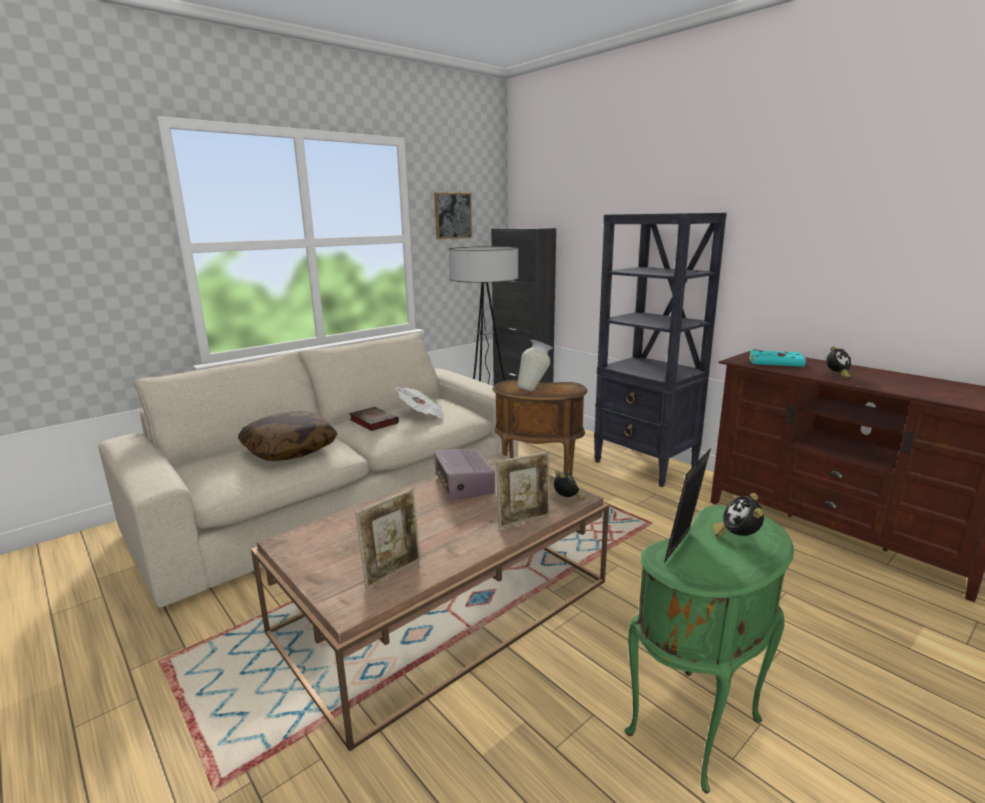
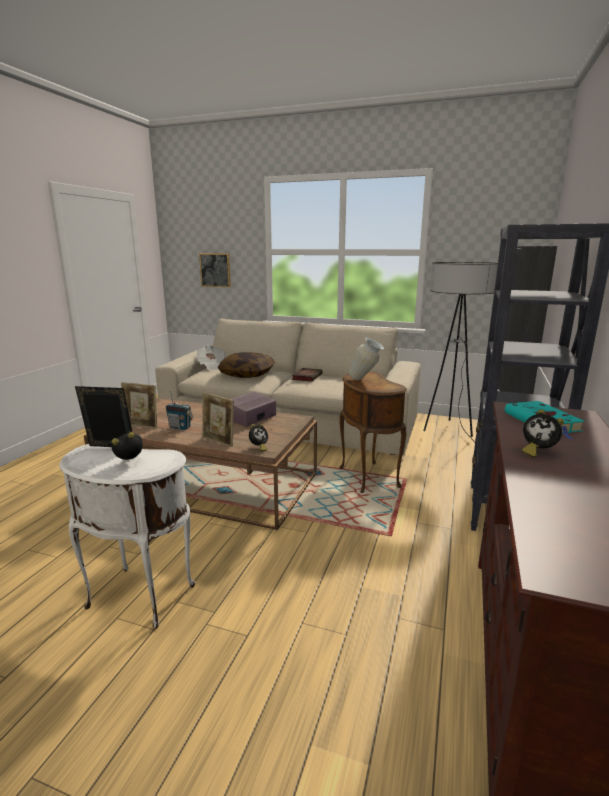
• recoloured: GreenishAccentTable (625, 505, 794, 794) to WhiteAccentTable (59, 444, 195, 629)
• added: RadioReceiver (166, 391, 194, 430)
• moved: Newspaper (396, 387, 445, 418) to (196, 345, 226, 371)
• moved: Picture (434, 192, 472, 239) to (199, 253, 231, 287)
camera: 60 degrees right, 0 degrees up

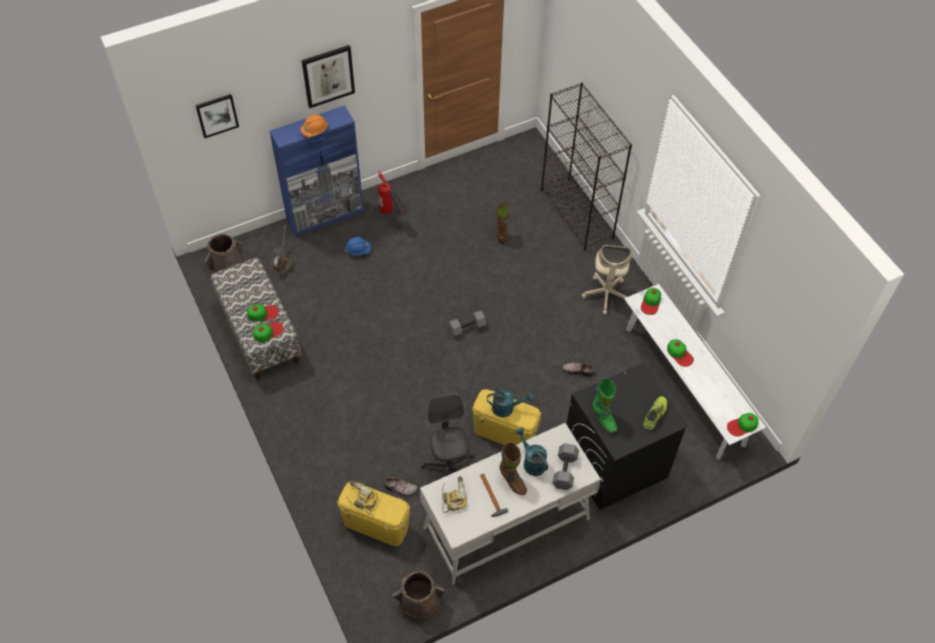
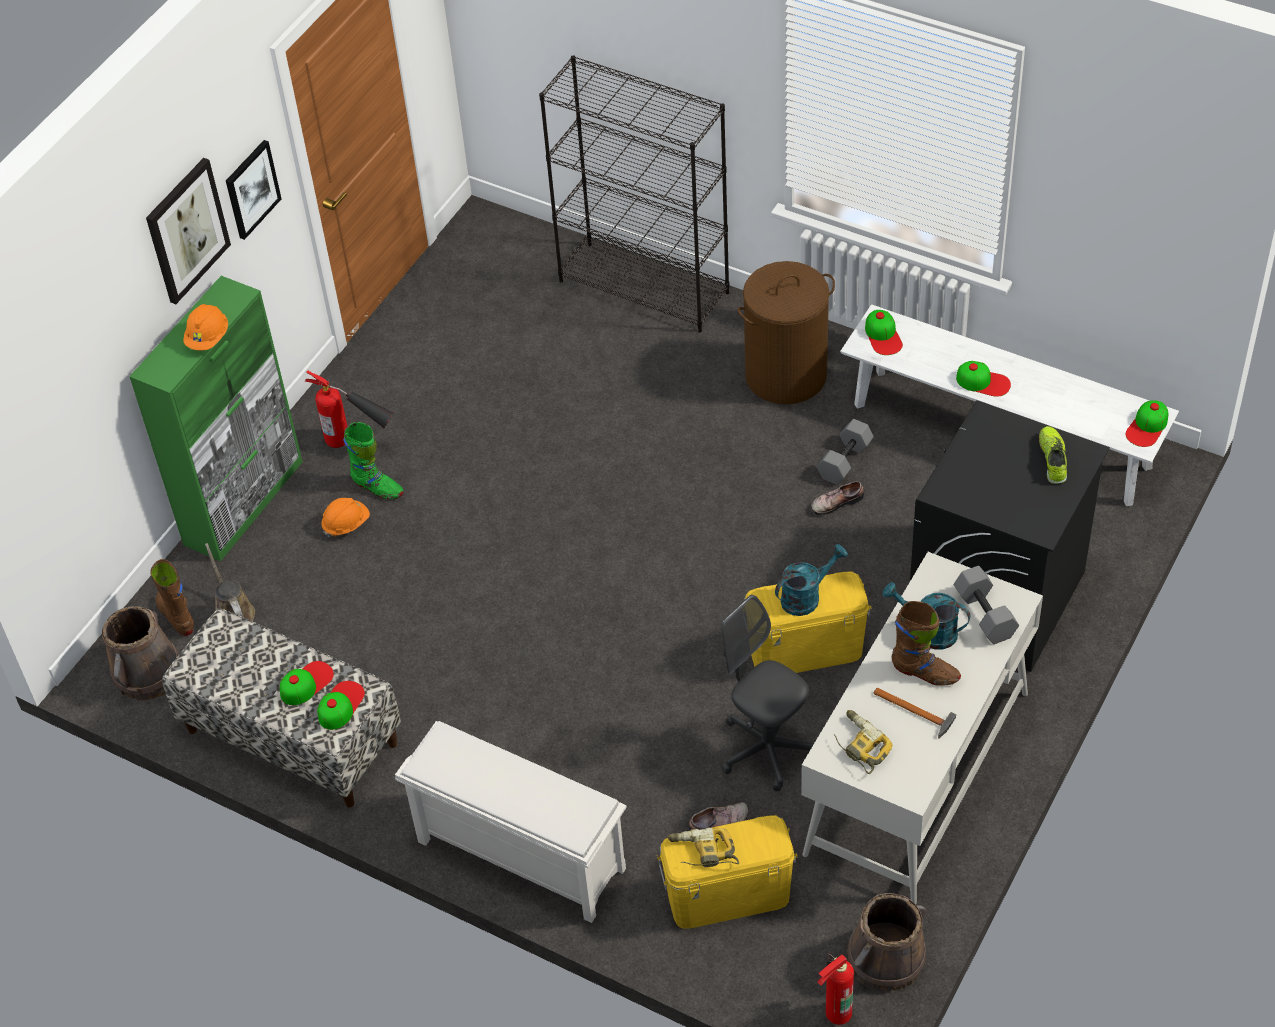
• recoloured: BlueColouredCupboard (270, 105, 364, 237) to GreenishCupboard (129, 276, 303, 561)
• moved: BrownColouredTallBoot (496, 203, 509, 244) to (150, 559, 194, 636)
• moved: Picture (195, 94, 239, 138) to (226, 140, 282, 240)
• recoloured: BlueColouredWorkHelmet (345, 237, 371, 255) to OrangeWorkHelmet (321, 498, 370, 537)
• moved: GreenishTallBoot (593, 379, 617, 433) to (343, 422, 404, 499)
• added: WhiteShoeStand (395, 721, 627, 923)
• replaced: SandColouredComputerChair (582, 245, 632, 314) to BrownColouredHamper (738, 261, 835, 404)
• moved: GreyishDumbbell (448, 311, 486, 337) to (817, 419, 874, 485)
• added: Extinguisher (817, 953, 854, 1025)
camera: 30 degrees left, 5 degrees down

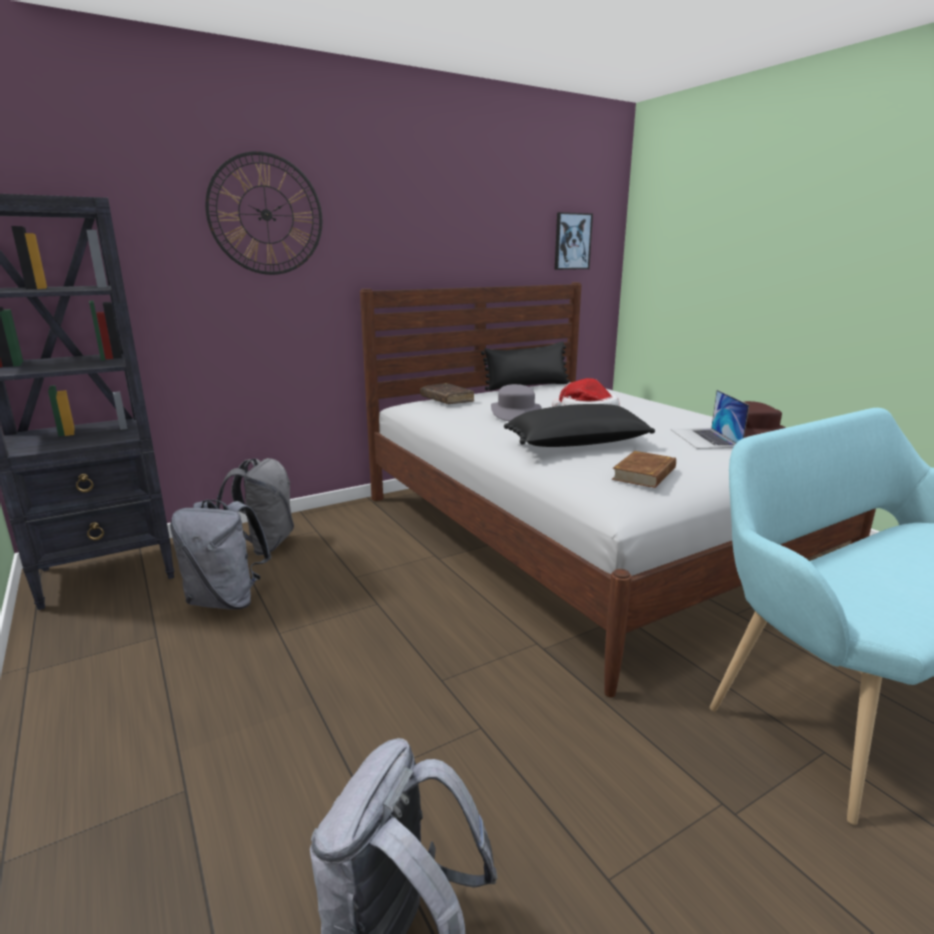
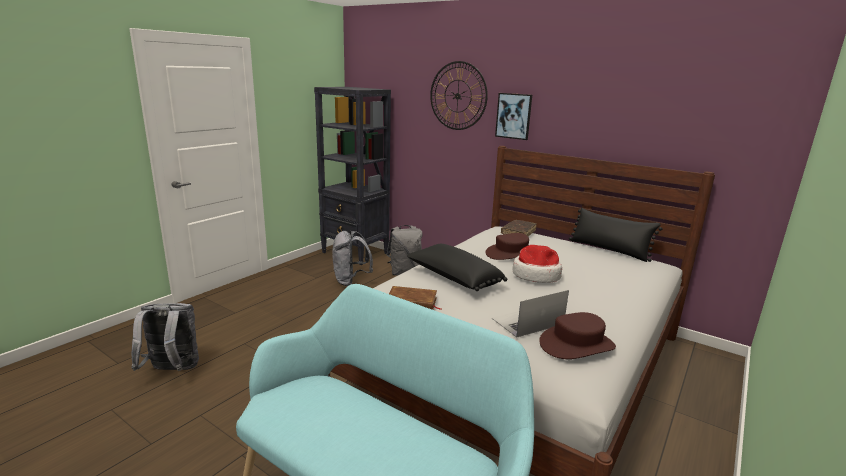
• recoloured: GreyishClothingHat (491, 384, 542, 421) to BrownColouredClothingHat (486, 233, 529, 260)
• moved: Picture (555, 212, 593, 270) to (495, 93, 532, 140)
camera: 65 degrees right, 0 degrees up

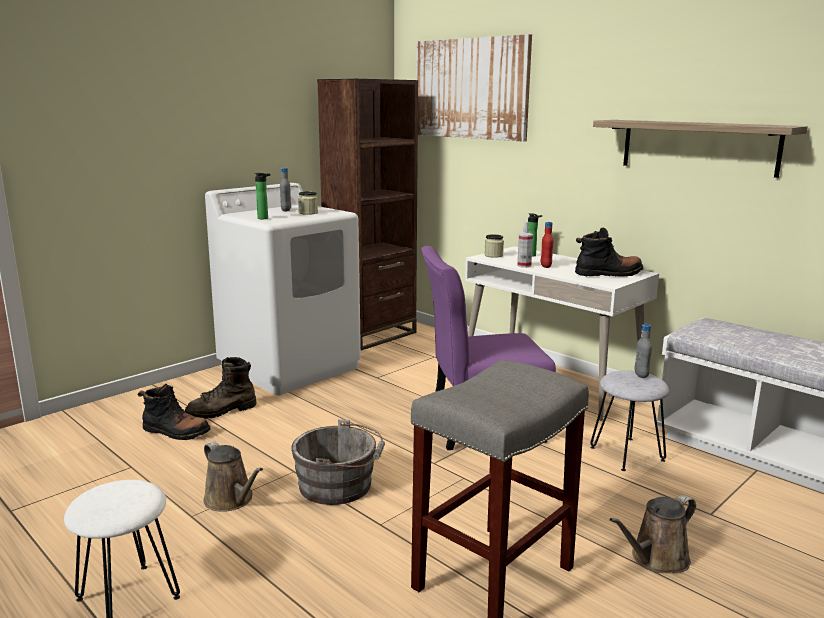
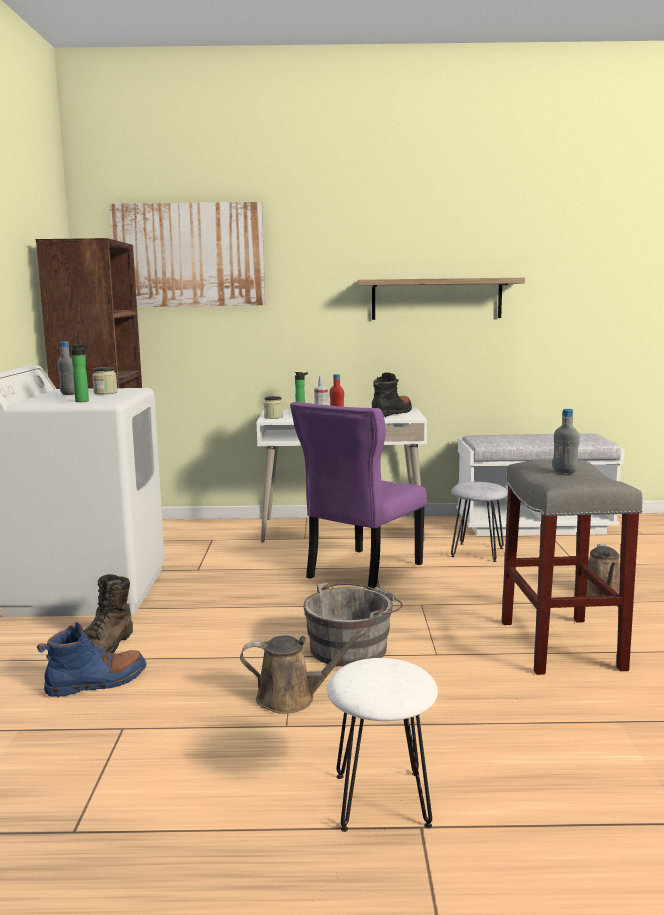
• recoloured: BlackishTallBoot (137, 384, 211, 440) to BlueColouredTallBoot (37, 622, 146, 698)
• moved: GreyishBottle (634, 324, 652, 378) to (553, 409, 580, 473)
camera: 45 degrees left, 5 degrees down

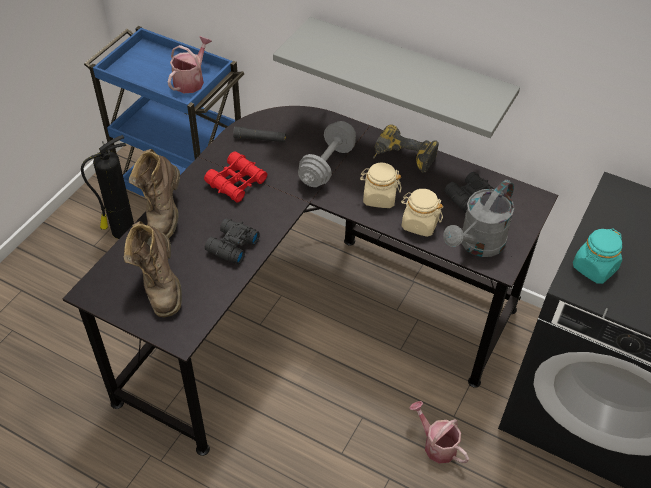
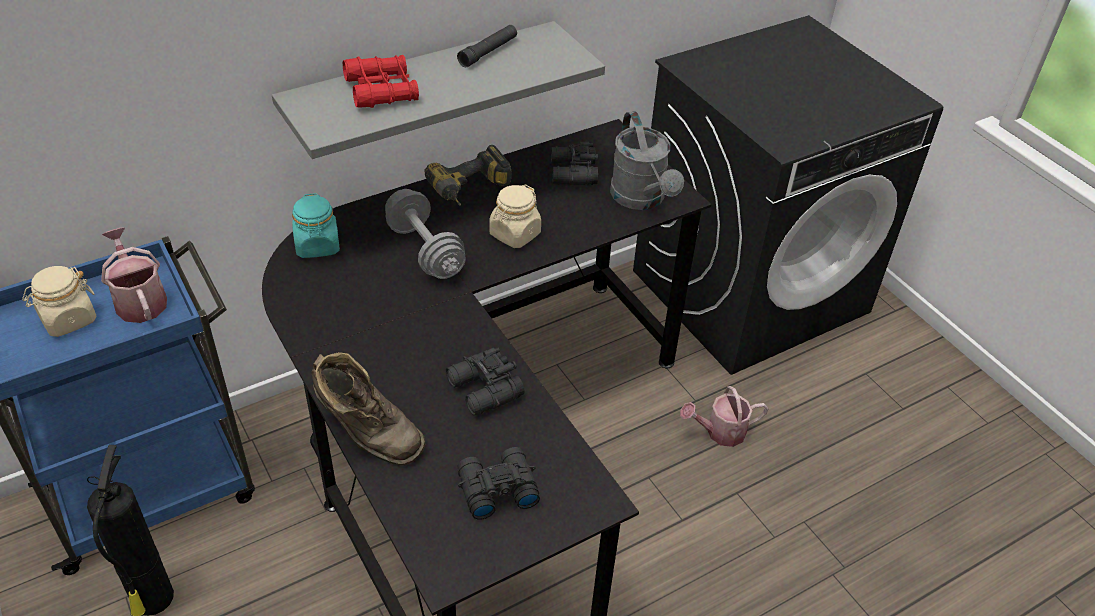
• moved: SandColouredStorageJar (401, 189, 443, 237) to (22, 266, 97, 337)
• moved: BlueGreenStorageJar (573, 228, 622, 284) to (292, 193, 340, 258)
• moved: ReddishPairOfBinoculars (204, 151, 267, 203) to (343, 55, 419, 108)
• moved: BlackishFlashlight (233, 126, 286, 142) to (457, 25, 517, 67)
• replaced: BrownColouredTallBoot (123, 221, 182, 317) to BlackishPairOfBinoculars (458, 447, 540, 520)
camera: 60 degrees left, 5 degrees down

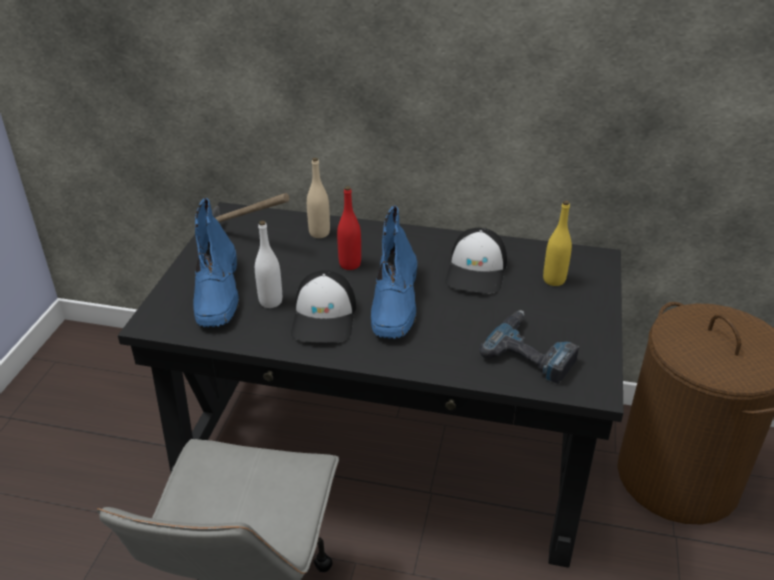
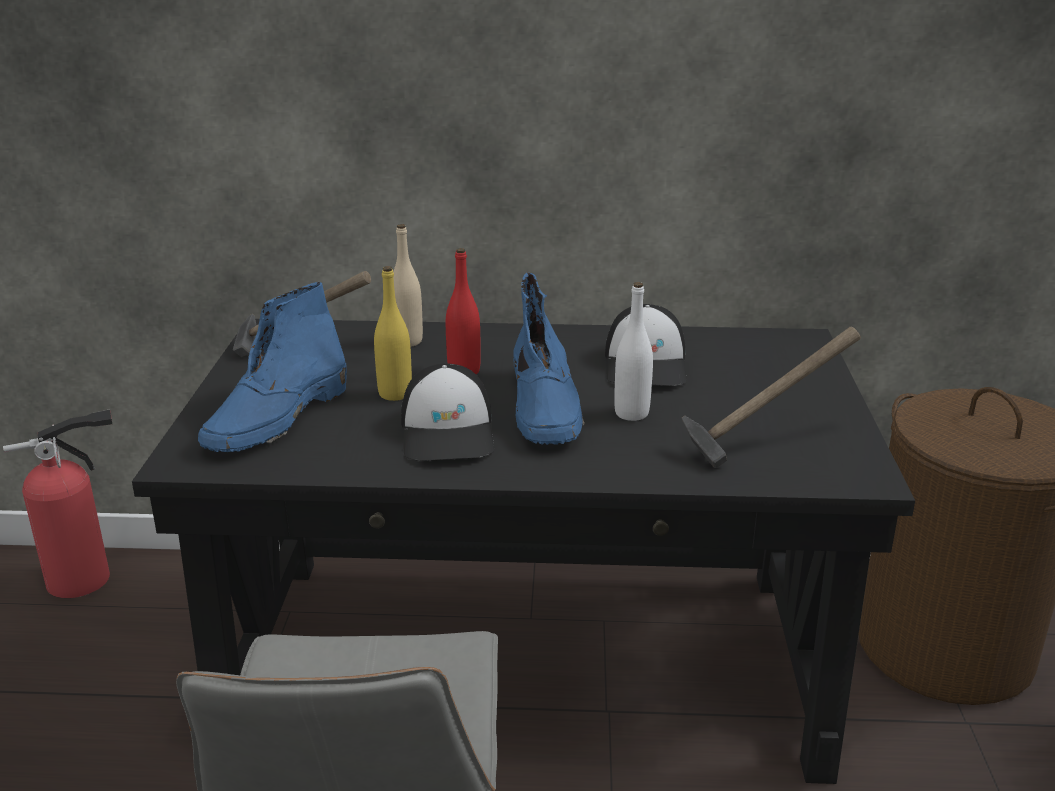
• added: Extinguisher (3, 409, 112, 598)
• turned: BlueColouredTallBoot (193, 198, 239, 327) = (198, 282, 347, 452) 45 degrees clockwise
• moved: YellowBottle (543, 201, 572, 286) to (374, 266, 412, 401)
• moved: WhiteBottle (255, 221, 282, 308) to (614, 282, 653, 421)
• replaced: PowerDrill (479, 310, 580, 384) to HandHammer (682, 327, 861, 468)
camera: 10 degrees left, 10 degrees down

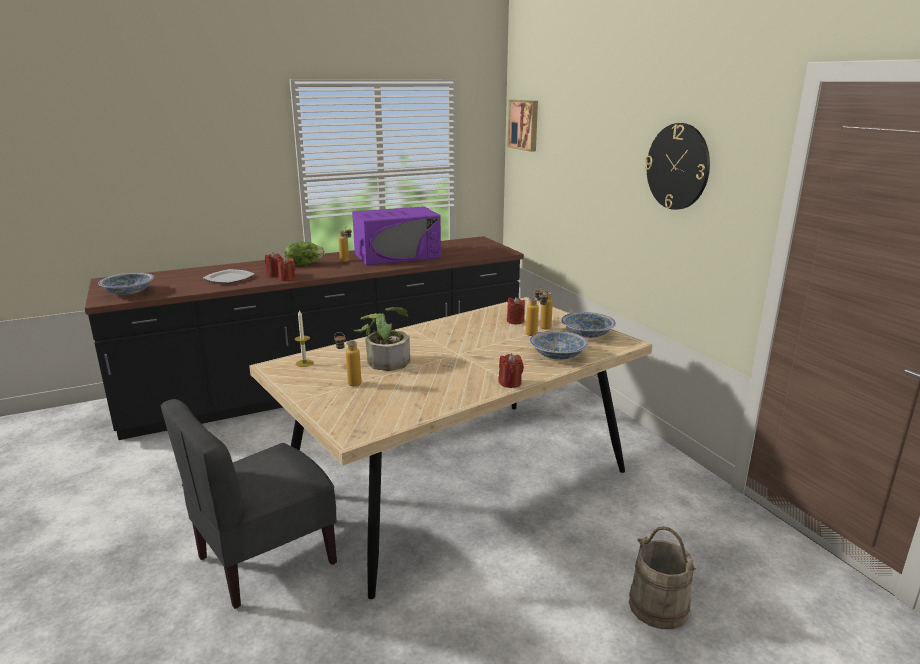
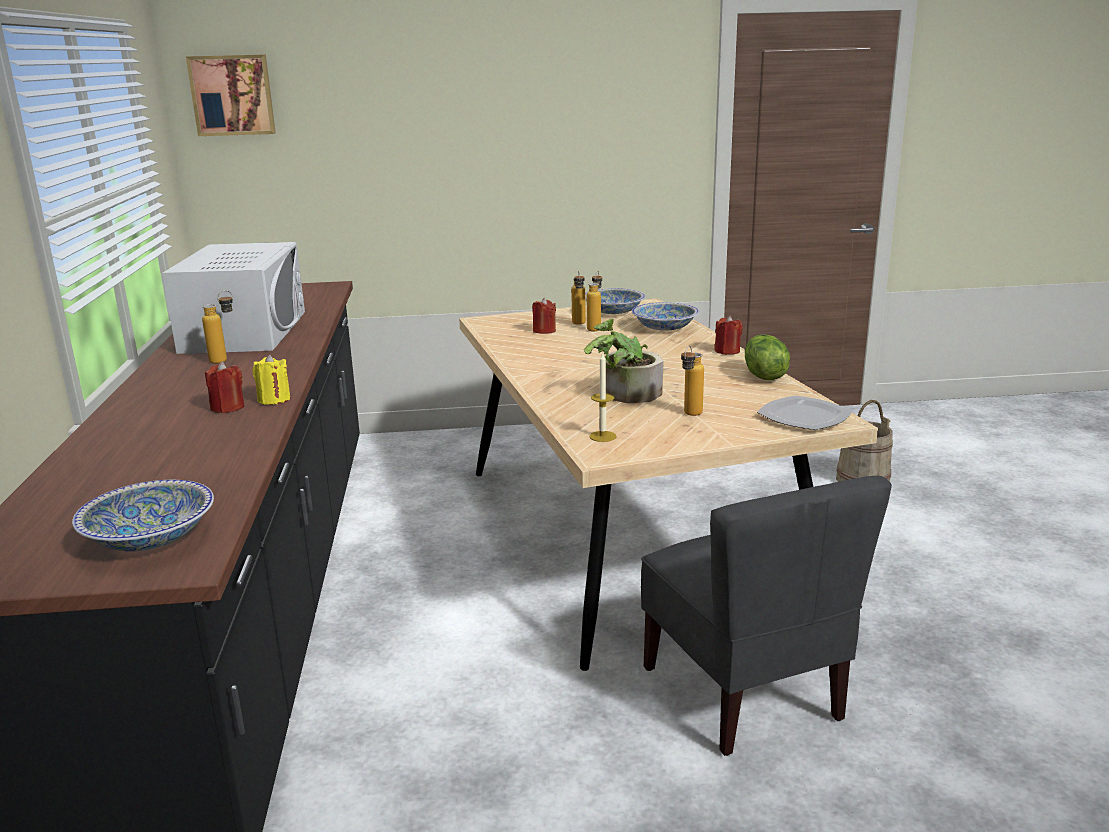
• recoloured: PurpleColouredMicrowave (352, 206, 441, 265) to WhiteMicrowave (162, 242, 305, 354)
• recoloured: ReddishWaxCandle (277, 256, 296, 281) to YellowWaxCandle (253, 355, 290, 405)
• moved: HeadOfLettuce (285, 242, 325, 265) to (745, 334, 790, 380)
• moved: FlatDish (203, 269, 255, 283) to (757, 395, 852, 430)
• removed: HangingClock (645, 123, 710, 210)
camera: 70 degrees left, 0 degrees up

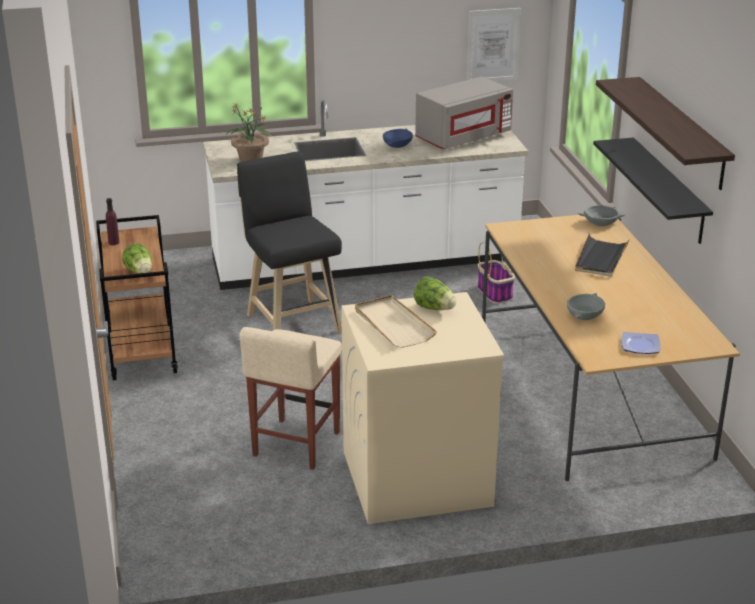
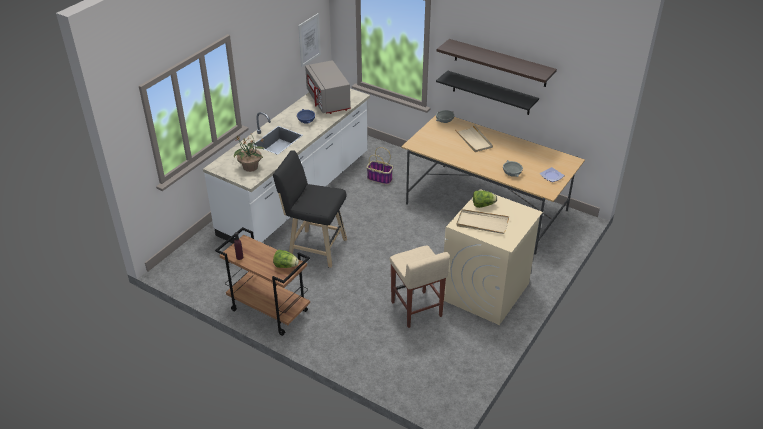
• turned: GreyishMicrowave (415, 77, 513, 149) = (305, 60, 351, 114) 150 degrees clockwise
• recoloured: BlackishServingTray (575, 234, 629, 277) to SandColouredServingTray (455, 125, 493, 152)
camera: 45 degrees left, 10 degrees up

